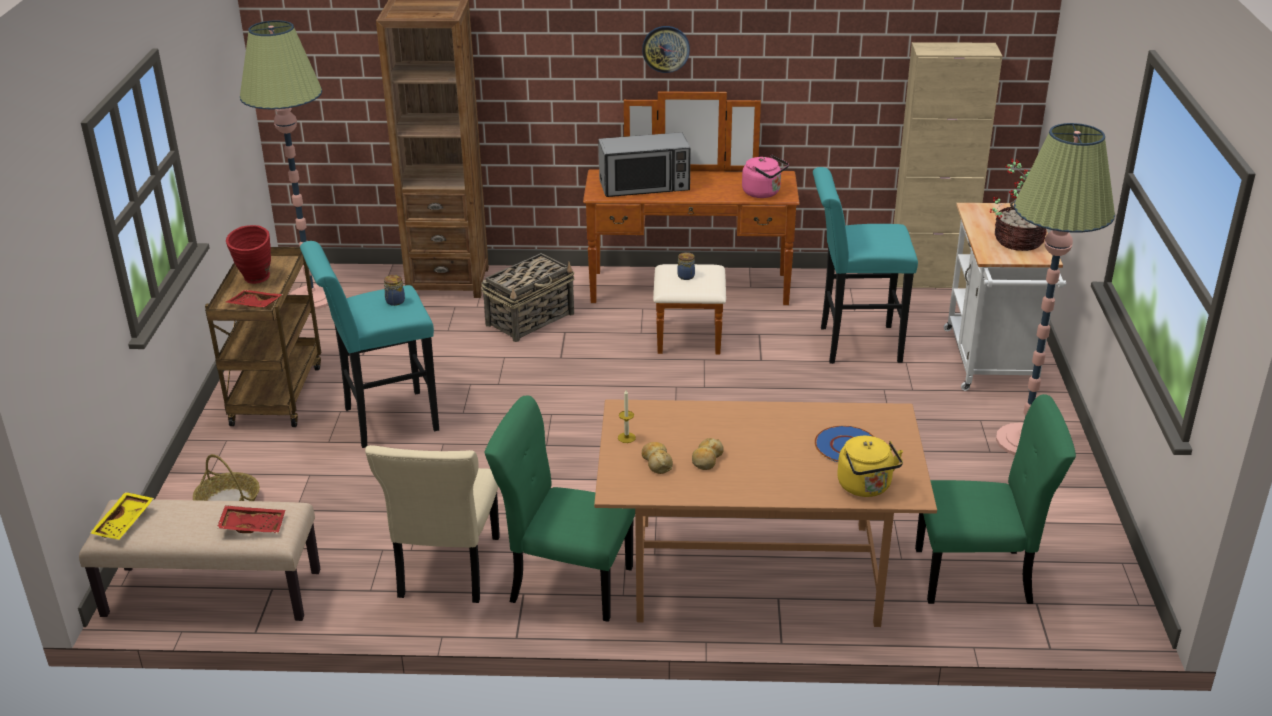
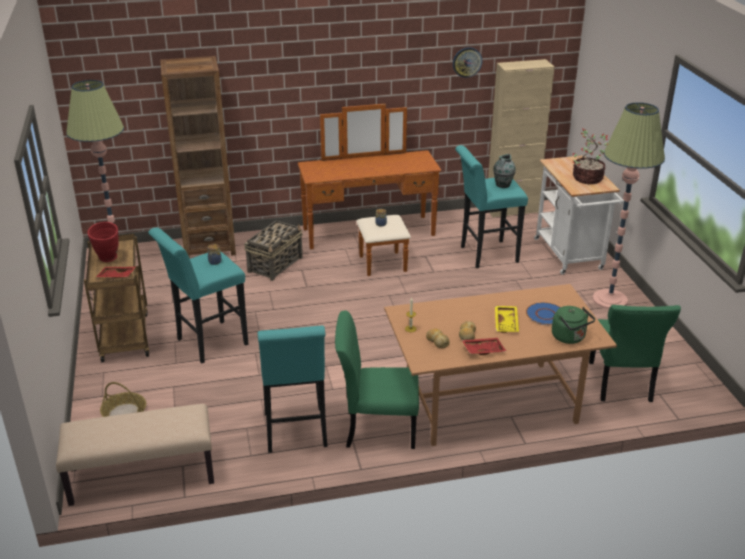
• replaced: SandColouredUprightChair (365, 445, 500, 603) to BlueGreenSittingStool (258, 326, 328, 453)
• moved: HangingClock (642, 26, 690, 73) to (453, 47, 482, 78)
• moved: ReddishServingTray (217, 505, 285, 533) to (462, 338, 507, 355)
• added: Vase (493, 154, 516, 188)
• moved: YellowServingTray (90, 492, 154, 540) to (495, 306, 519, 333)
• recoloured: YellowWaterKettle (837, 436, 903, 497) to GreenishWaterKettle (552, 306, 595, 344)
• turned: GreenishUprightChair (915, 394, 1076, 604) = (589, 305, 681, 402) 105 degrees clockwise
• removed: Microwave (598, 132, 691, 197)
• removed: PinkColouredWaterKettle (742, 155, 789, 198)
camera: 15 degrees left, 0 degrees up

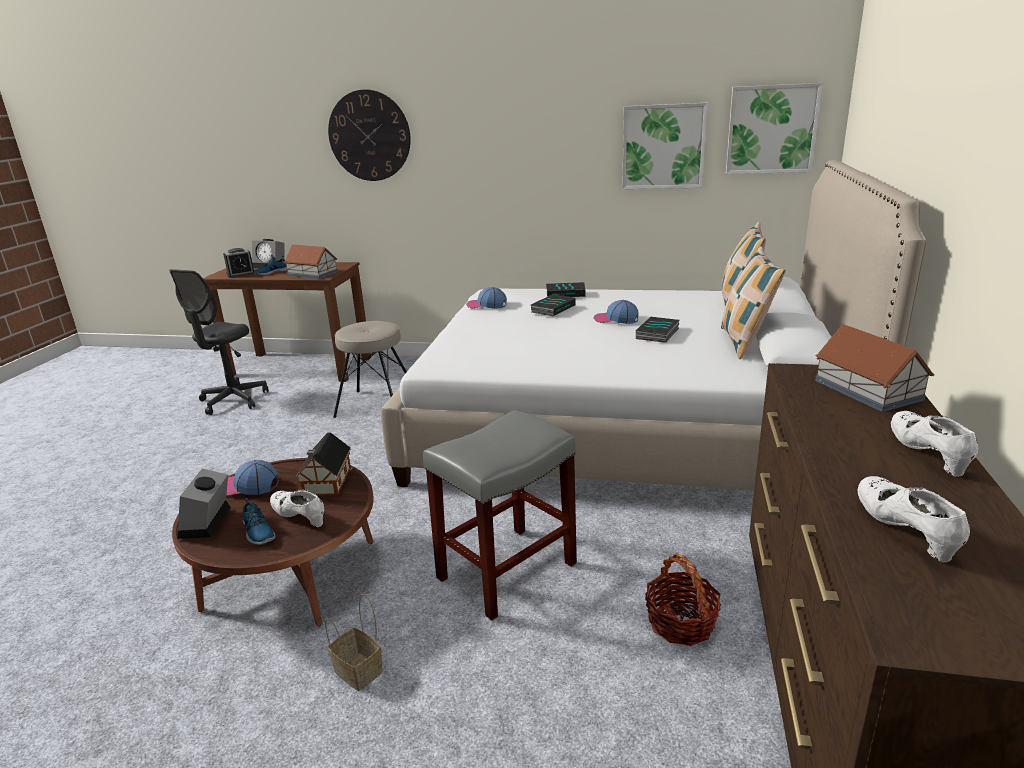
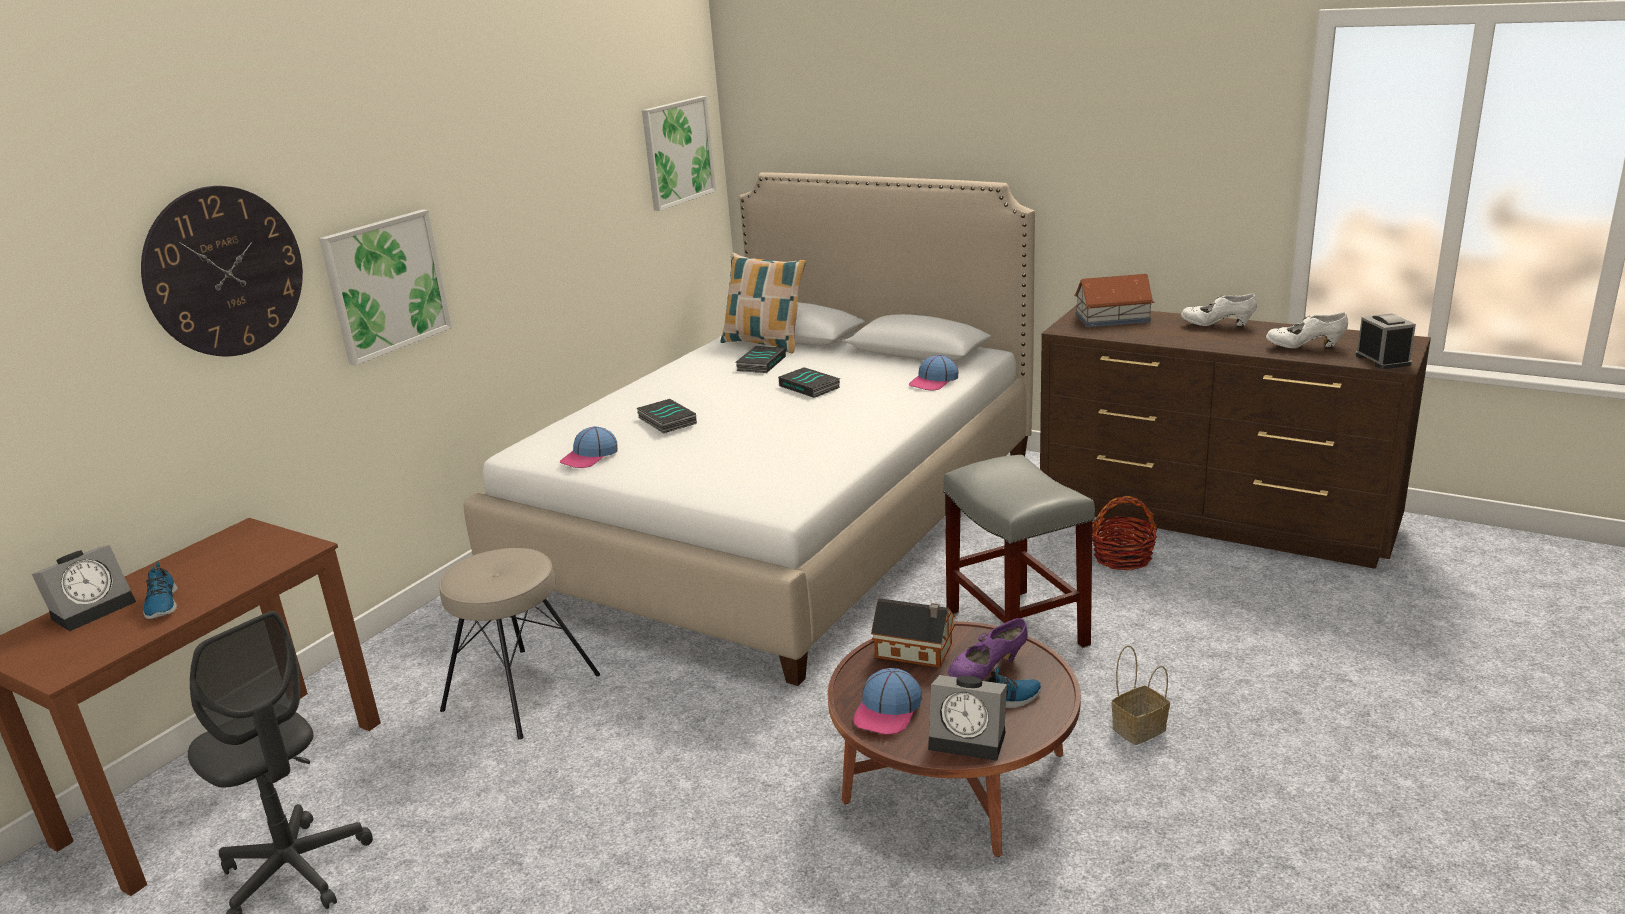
• moved: Picture (622, 103, 707, 189) to (319, 209, 452, 366)
• moved: Volume (546, 282, 585, 297) to (736, 346, 786, 373)
• moved: BaseballCap (593, 300, 639, 324) to (909, 354, 958, 391)
• recoloured: WhiteLowShoe (270, 489, 324, 527) to PurpleColouredLowShoe (948, 618, 1028, 681)
• moved: BedsideClock (223, 248, 255, 278) to (1356, 313, 1416, 369)
• removed: MiniatureHouse (284, 245, 338, 279)
• removed: Cushion (721, 246, 786, 359)
camera: 70 degrees left, 0 degrees up

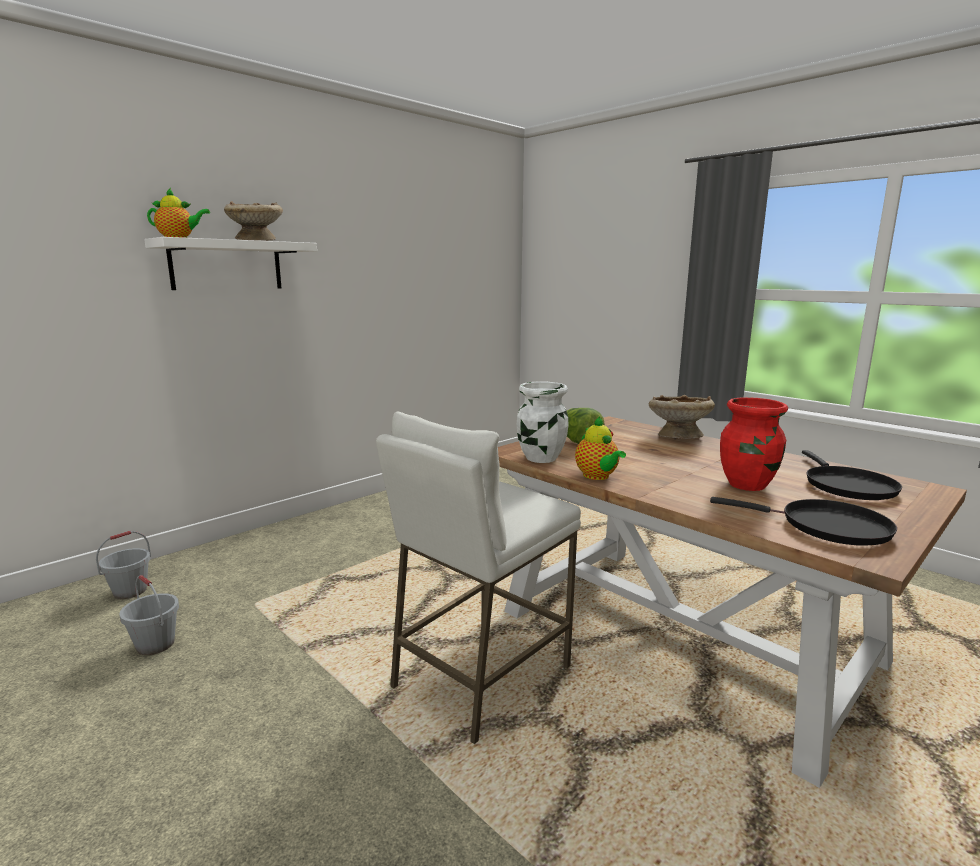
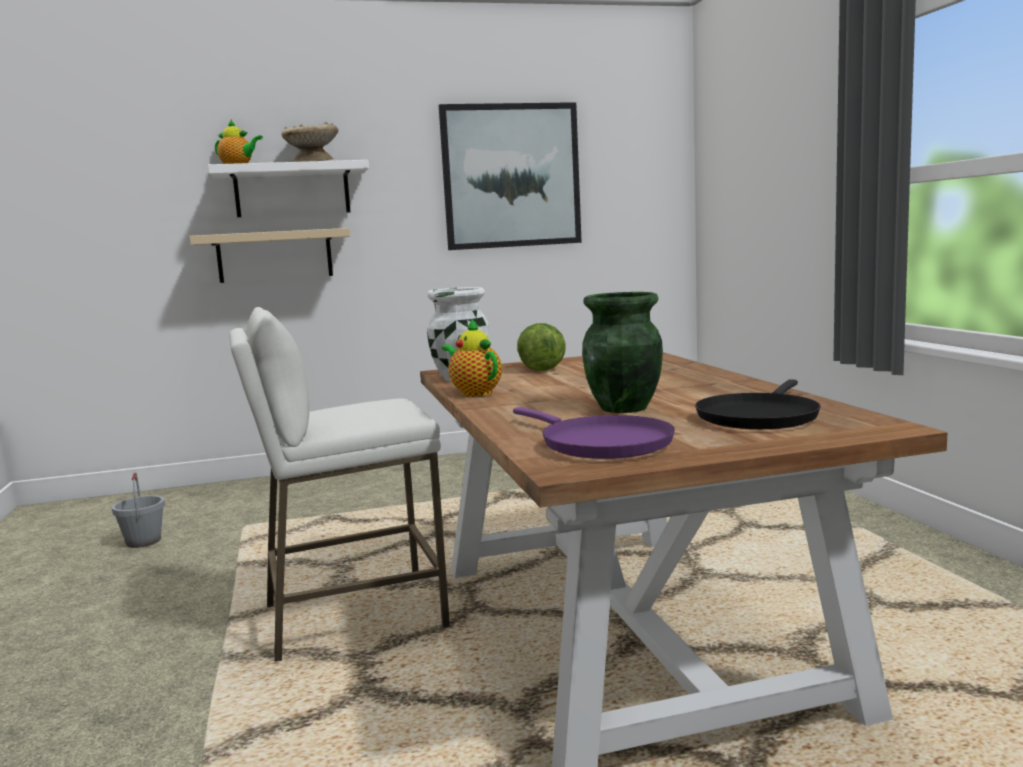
• added: SandColouredShelf (189, 228, 350, 283)
• added: Picture (439, 102, 582, 250)
• turned: TeaPot (575, 416, 626, 480) = (442, 318, 502, 397) 135 degrees clockwise
• recoloured: BlackishSkillet (710, 497, 897, 546) to PurpleColouredSkillet (513, 407, 675, 459)
• recoloured: ReddishVase (720, 397, 788, 491) to GreenishVase (582, 292, 663, 413)
• removed: GreyishPail (96, 531, 151, 599)
• removed: SandColouredDeepDish (649, 395, 715, 439)
camera: 30 degrees right, 5 degrees down

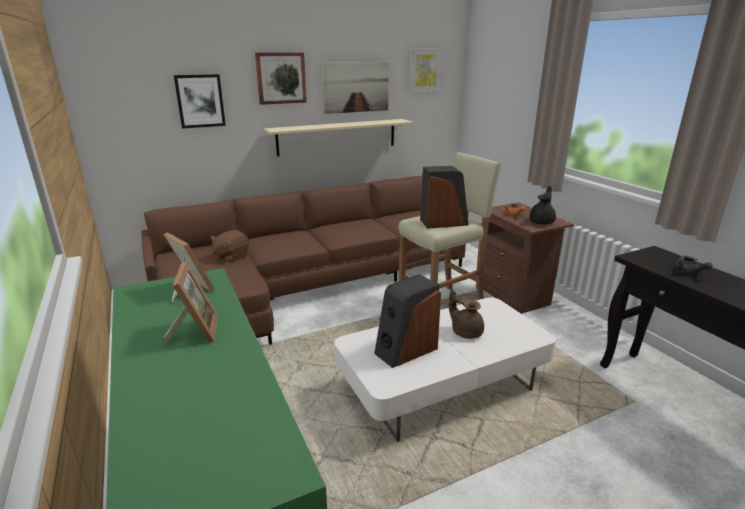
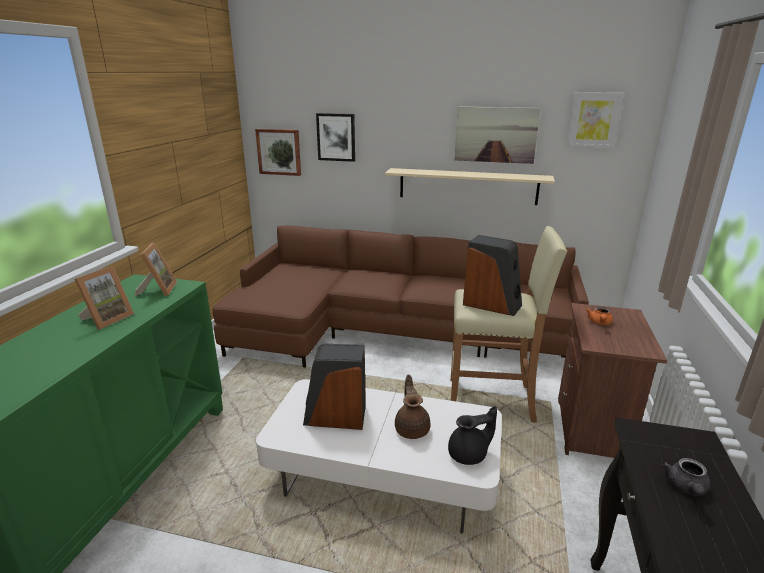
• moved: Picture (255, 52, 307, 105) to (255, 129, 301, 176)
• moved: BlackishTeaPot (529, 185, 556, 224) to (448, 406, 497, 465)
• removed: BrownColouredPlushToy (211, 230, 249, 263)
camera: 40 degrees right, 0 degrees up

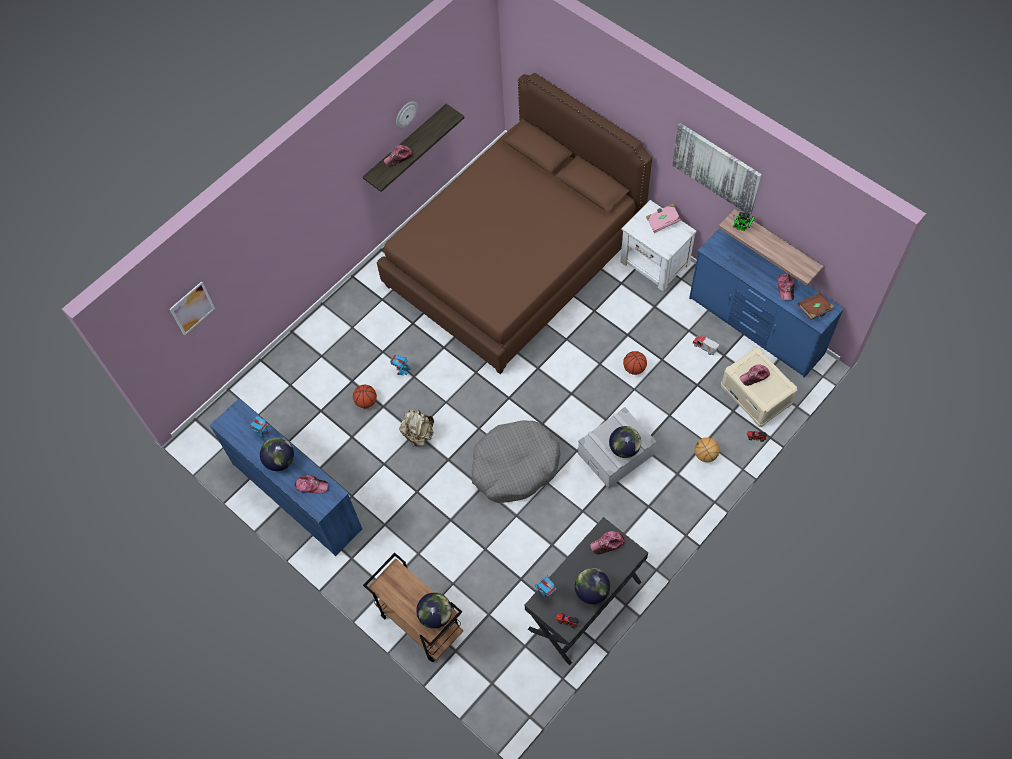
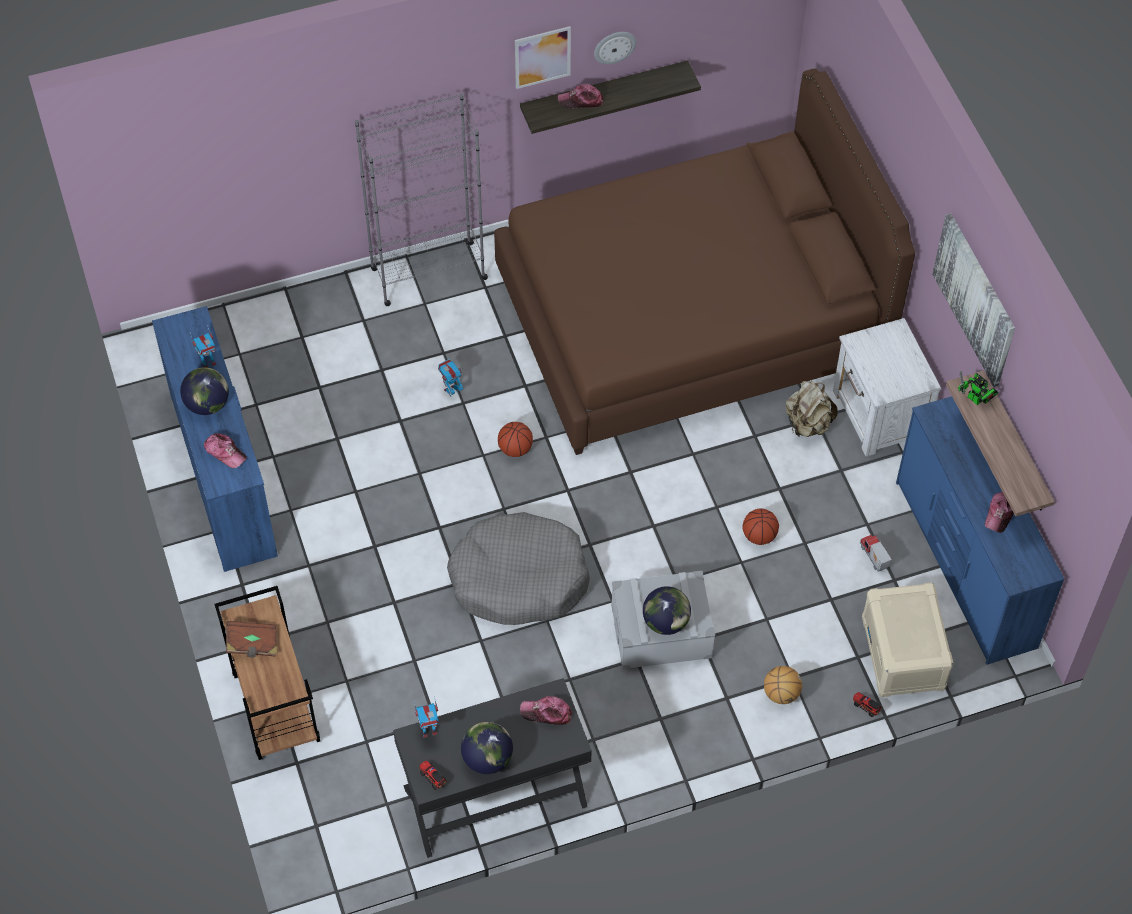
• moved: BrownColouredVolume (797, 293, 834, 320) to (226, 621, 277, 657)
• added: GreyishBookcase (355, 93, 488, 306)
• moved: Basketball (353, 384, 377, 408) to (498, 422, 533, 457)
• moved: Picture (170, 281, 215, 335) to (515, 26, 571, 89)
• moved: SandColouredRucksack (399, 410, 434, 447) to (786, 381, 838, 437)
• removed: WorldGlobe (416, 593, 452, 629)
• removed: PinkColouredVolume (646, 204, 681, 233)
• removed: BaseballCap (740, 364, 770, 386)
camera: 25 degrees right, 5 degrees down

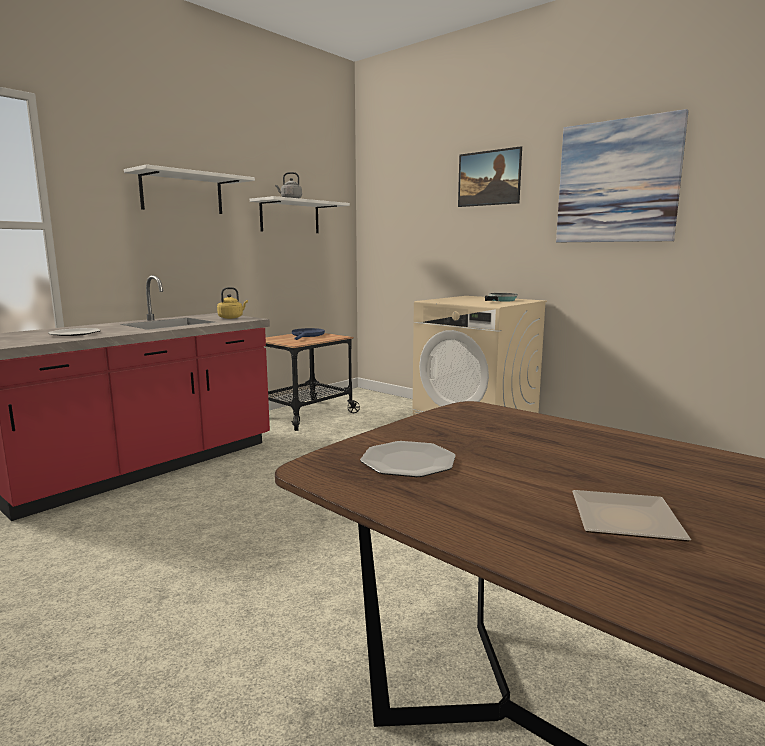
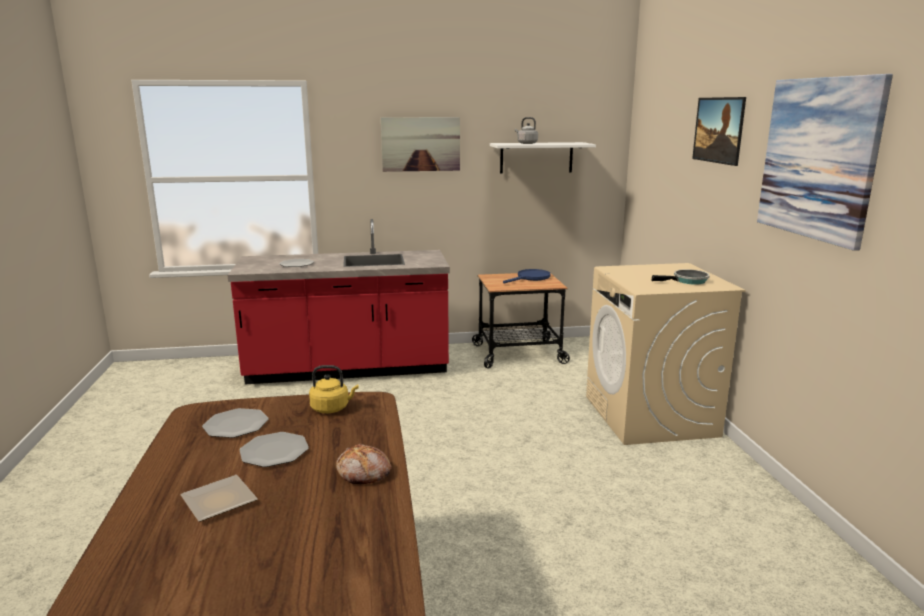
• added: FlatDish (239, 432, 309, 467)
• moved: YellowWaterKettle (217, 287, 248, 319) to (309, 365, 359, 413)
• added: BakedBread (336, 444, 392, 485)
• replaced: WhiteShelf (124, 164, 255, 214) to Picture (381, 117, 460, 172)
camera: 40 degrees right, 5 degrees up

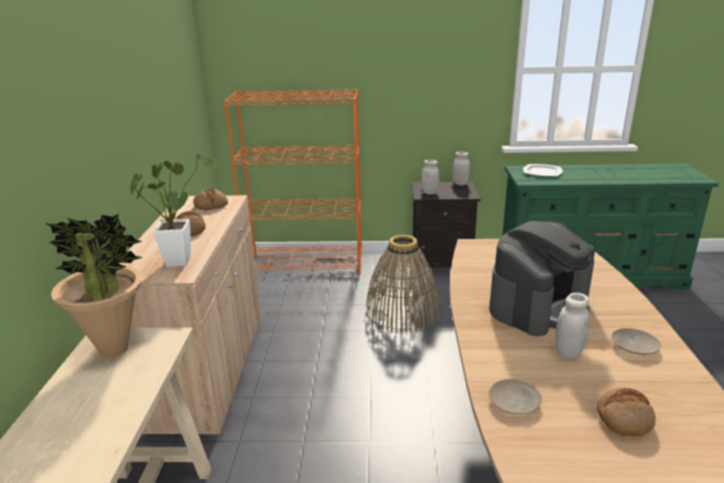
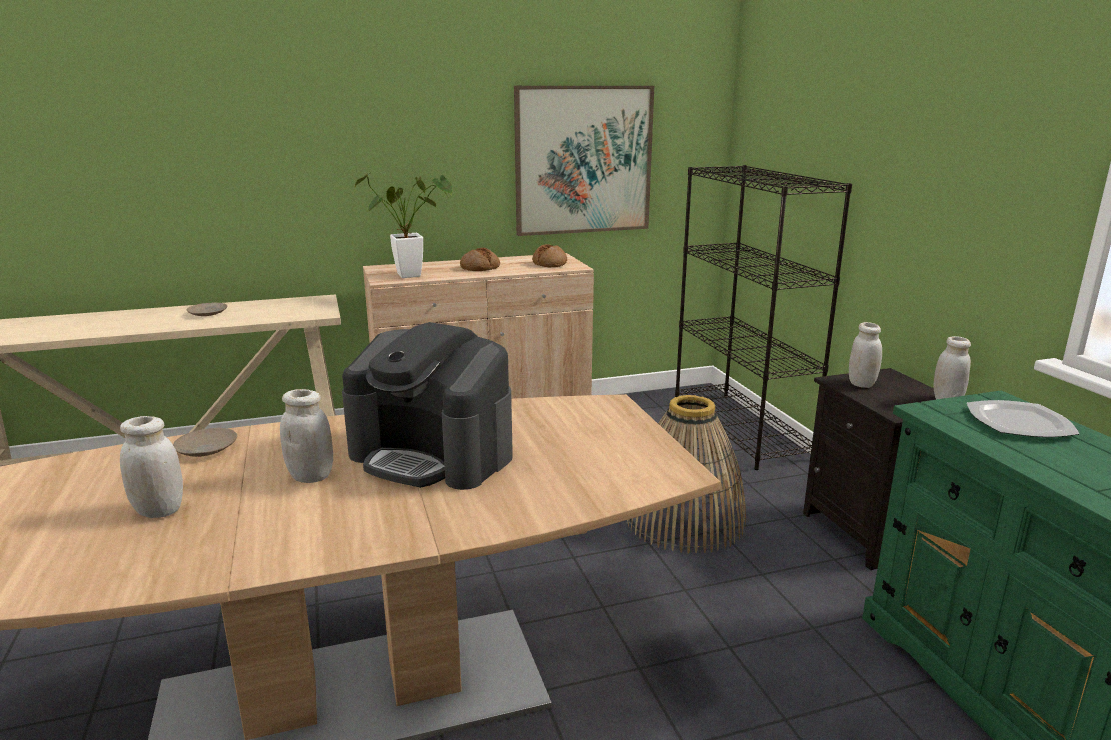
• replaced: BakedBread (597, 387, 655, 437) to WhiteStorageJar (120, 416, 183, 518)
• moved: SandColouredFlatDish (611, 328, 661, 355) to (187, 302, 227, 316)
• added: Picture (514, 86, 654, 236)
• recoloured: OrangeBookcase (224, 89, 362, 275) to BlackishBookcase (675, 165, 852, 470)
• removed: PottedPlant (44, 214, 143, 358)
camera: 70 degrees right, 5 degrees down

